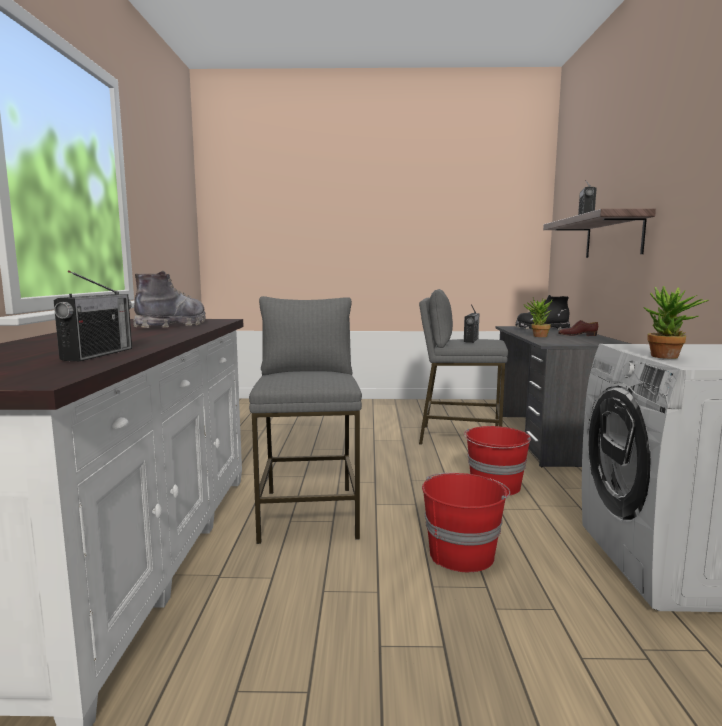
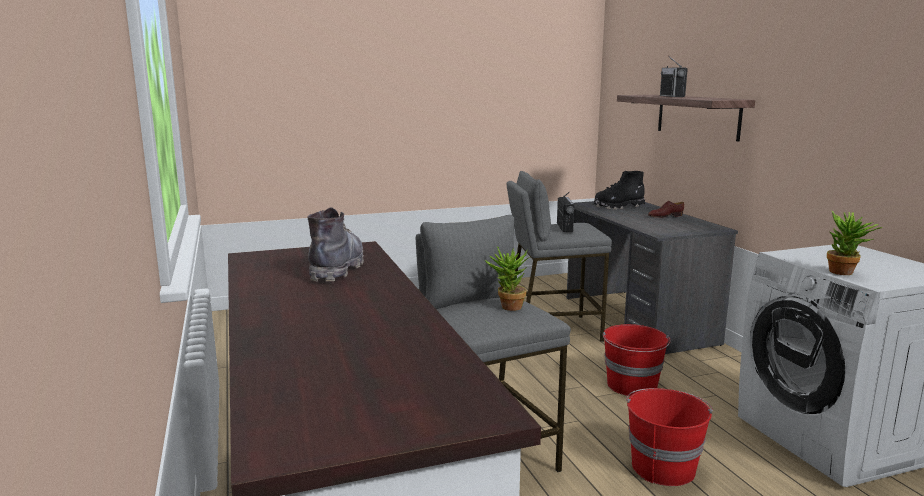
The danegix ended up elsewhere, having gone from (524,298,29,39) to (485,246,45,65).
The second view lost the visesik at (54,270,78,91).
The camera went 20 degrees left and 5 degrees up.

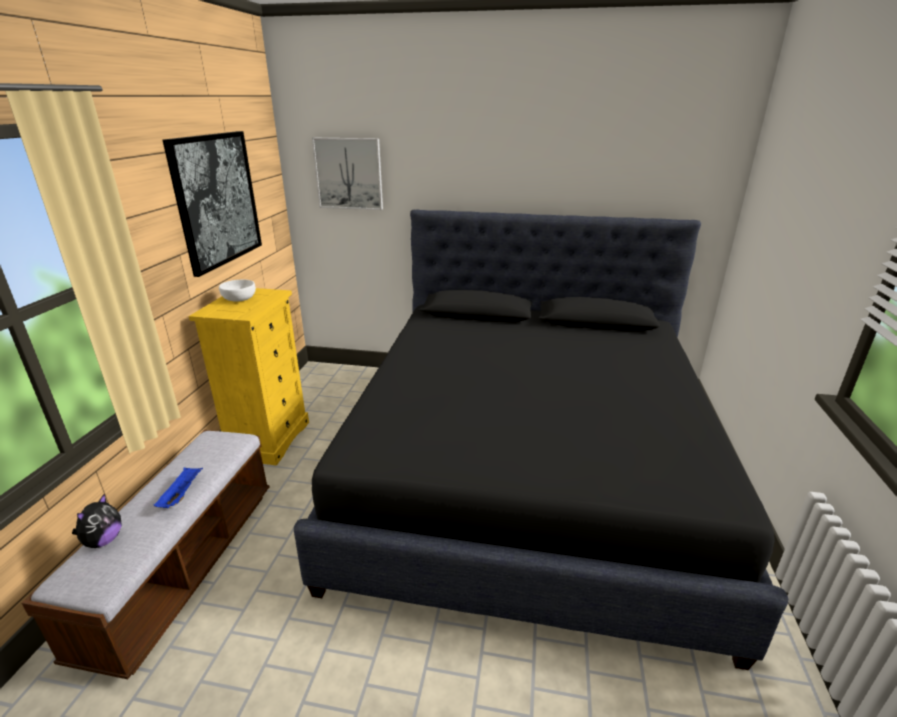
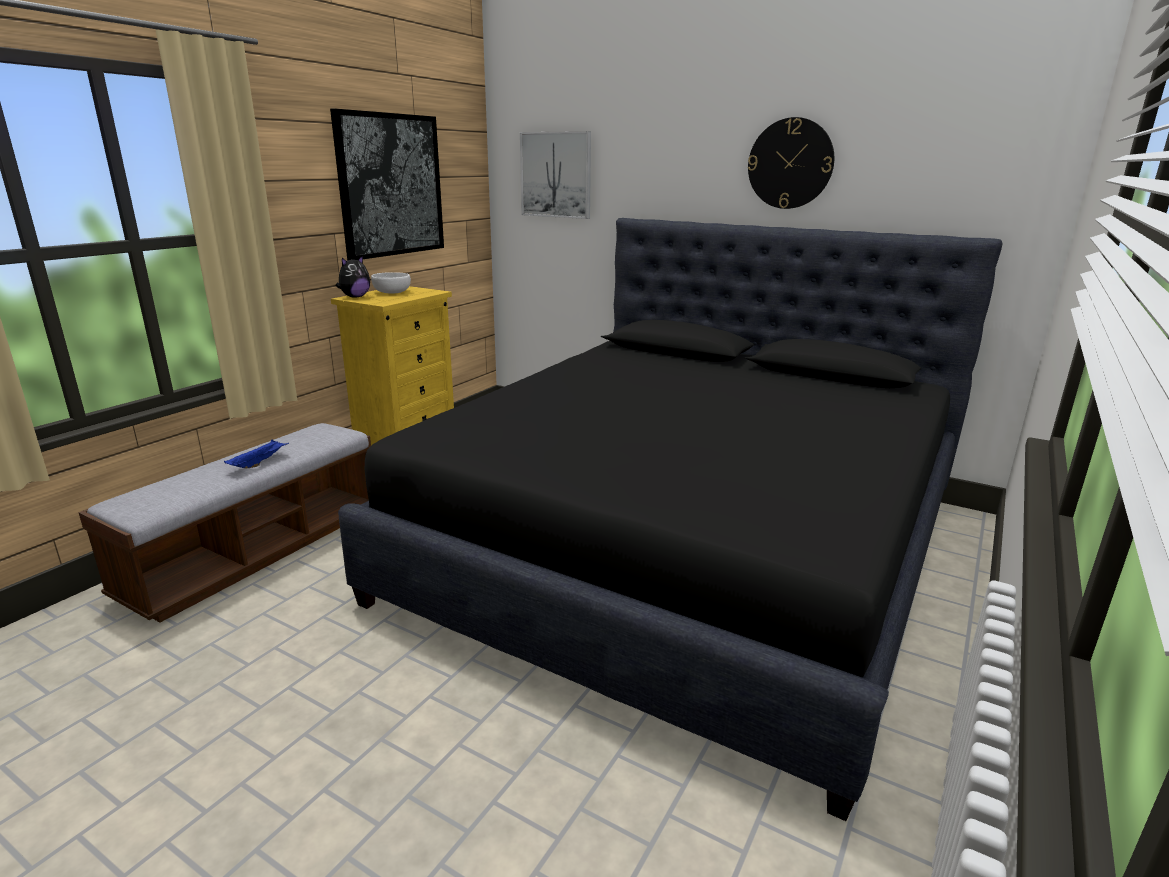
The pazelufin ended up elsewhere, having gone from (72,493,50,55) to (336,255,34,43).
The second view gained the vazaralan at (748,117,86,92).
The camera went 20 degrees right and 5 degrees down.

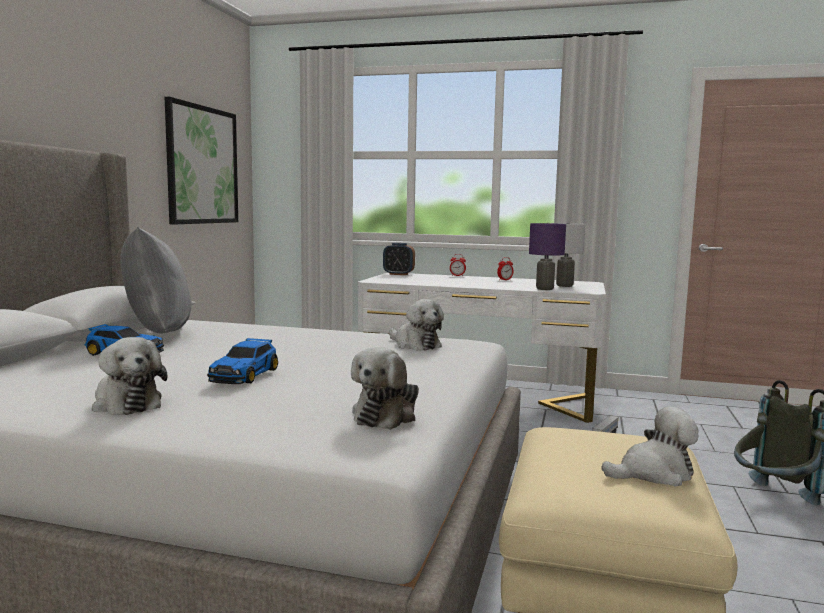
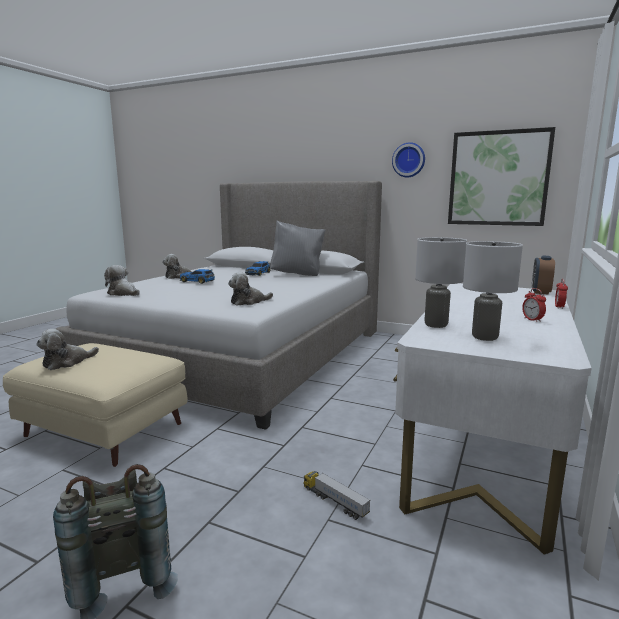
The pazelufin at (601,407,98,80) ended up facing another way, 45 degrees clockwise from before.
The second view gained the vazaralan at (392,142,33,35).
What was the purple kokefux at (529,222,37,68) turned into the white kokefux at (415,237,52,91).
The camera went 100 degrees right and 5 degrees up.

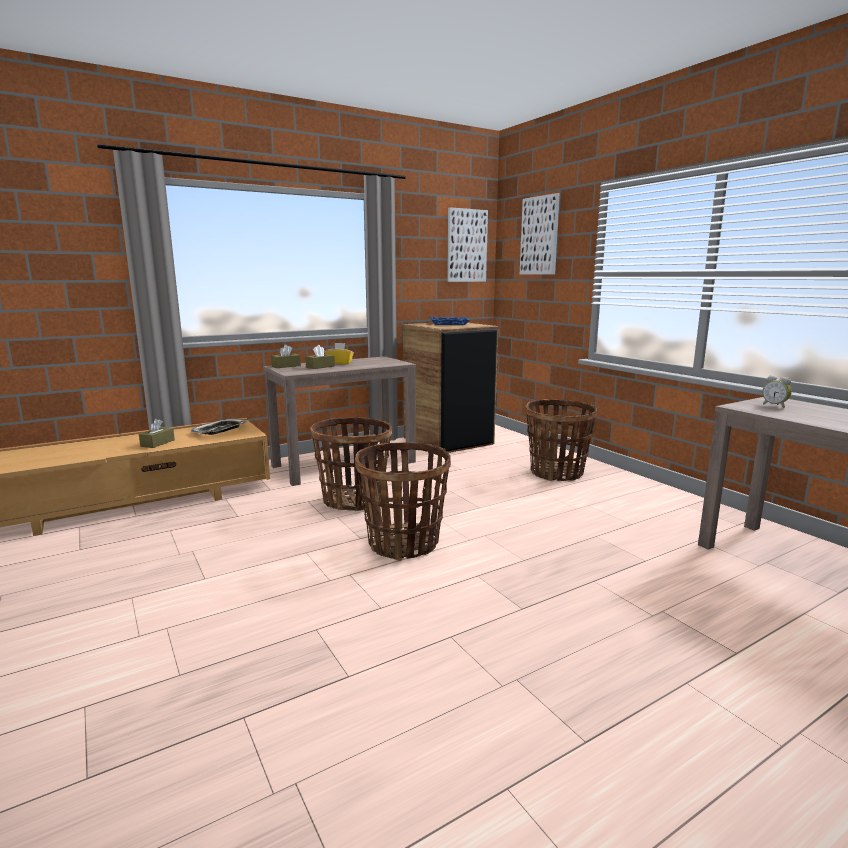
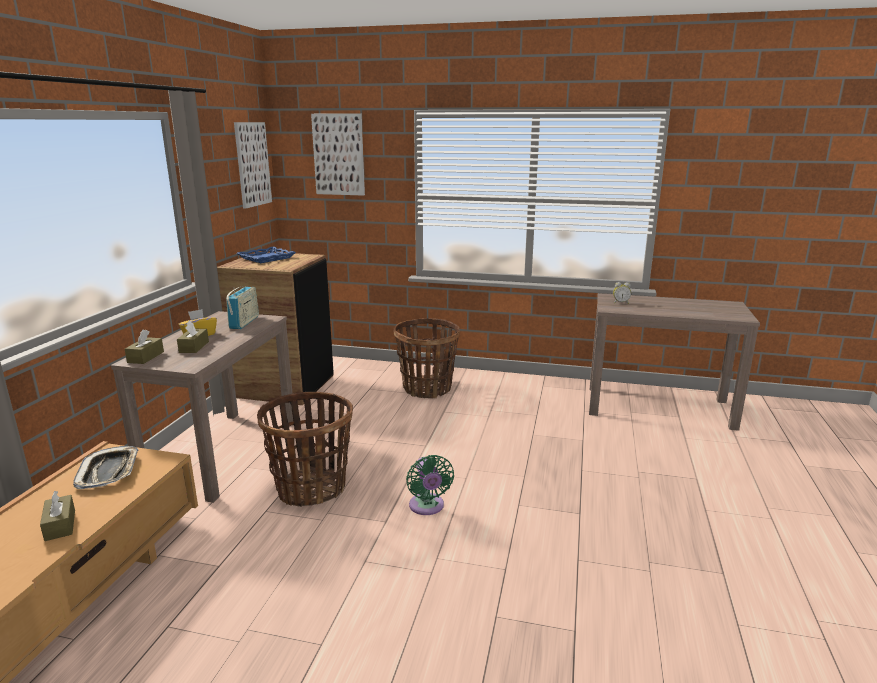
The second view gained the visesik at (226,286,33,43).
Where the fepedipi stood at (355,442,96,119), the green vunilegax came to stand at (406,455,48,60).
The camera went 45 degrees left and 5 degrees up.

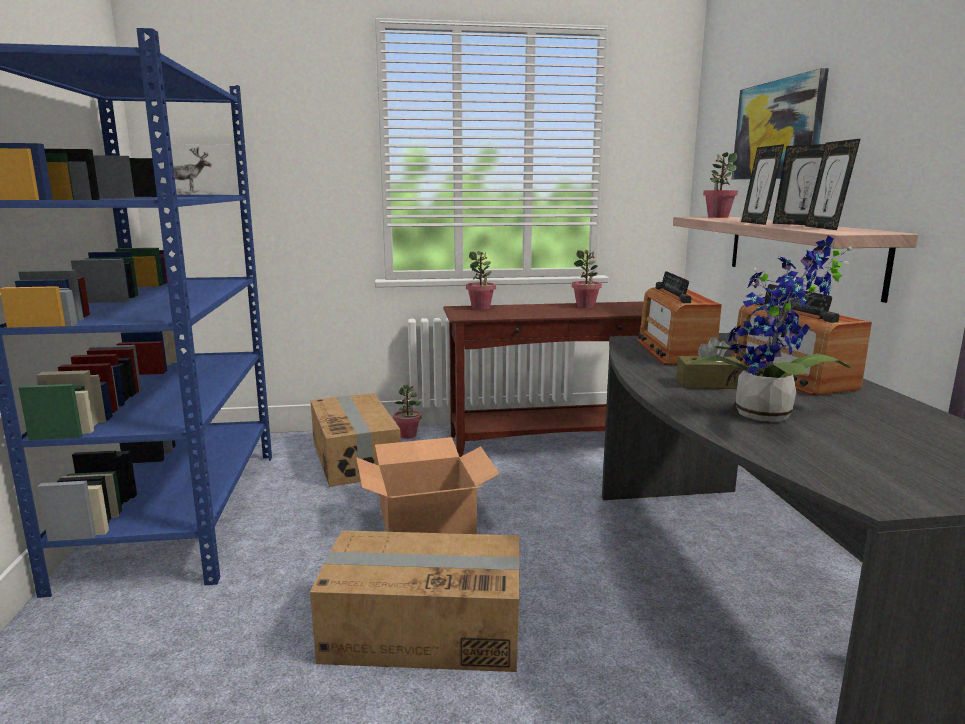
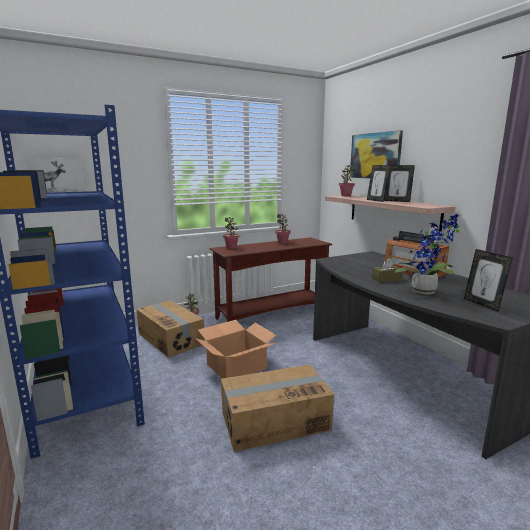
The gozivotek ended up elsewhere, having gone from (805,138,56,92) to (464,249,49,63).
The second view lost the visesik at (637,271,85,94).
The camera went 20 degrees left and 0 degrees up.

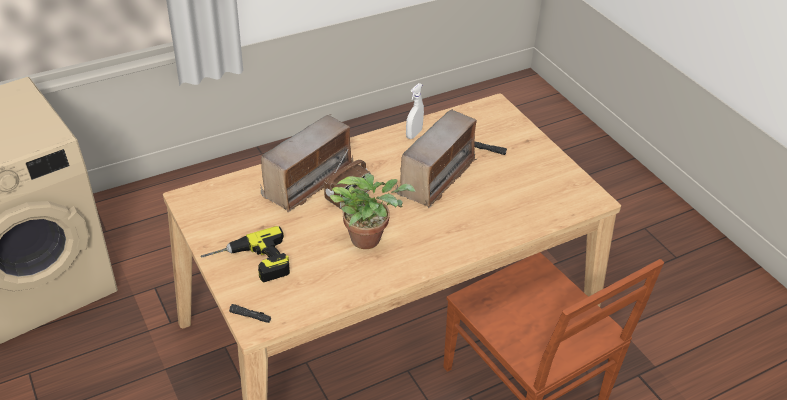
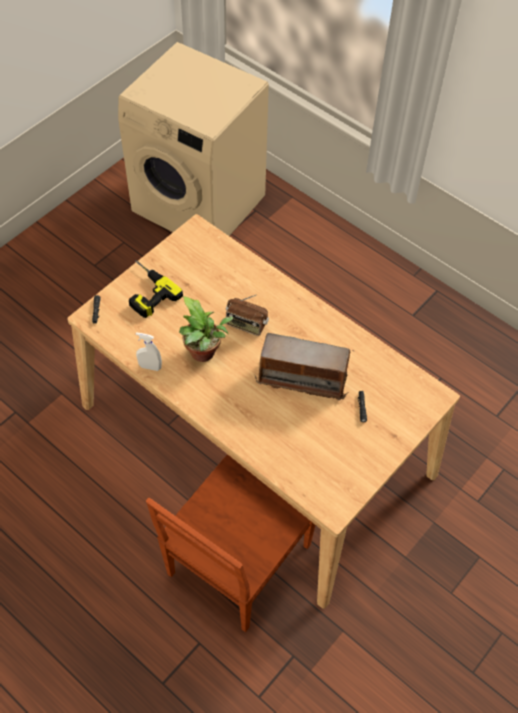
The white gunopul ended up elsewhere, having gone from (406,83,18,56) to (136,332,26,39).
The second view lost the visesik at (260,114,93,99).
The camera went 70 degrees right and 15 degrees up.

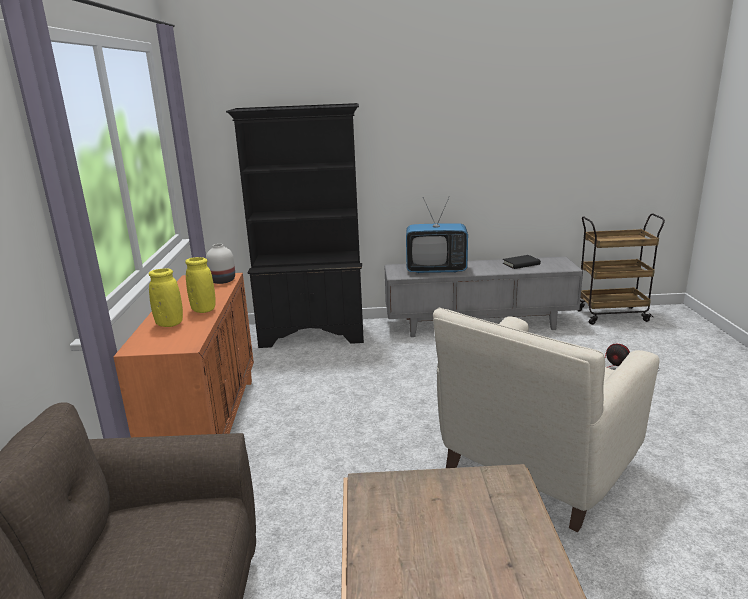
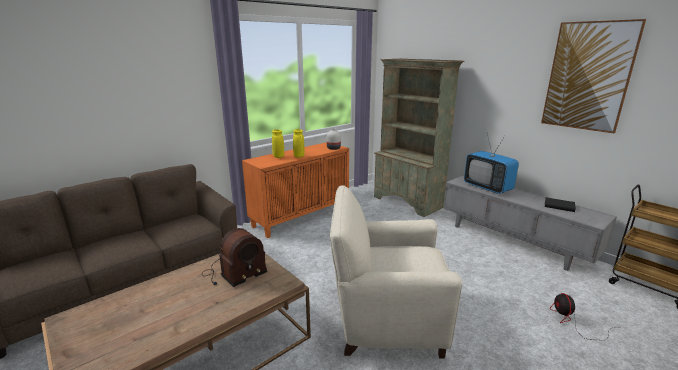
The second view gained the visesik at (202,228,65,59).
What was the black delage at (226,103,138,245) turned into the green delage at (374,59,91,158).
The second view gained the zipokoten at (541,19,105,114).
The camera went 50 degrees right and 0 degrees up.

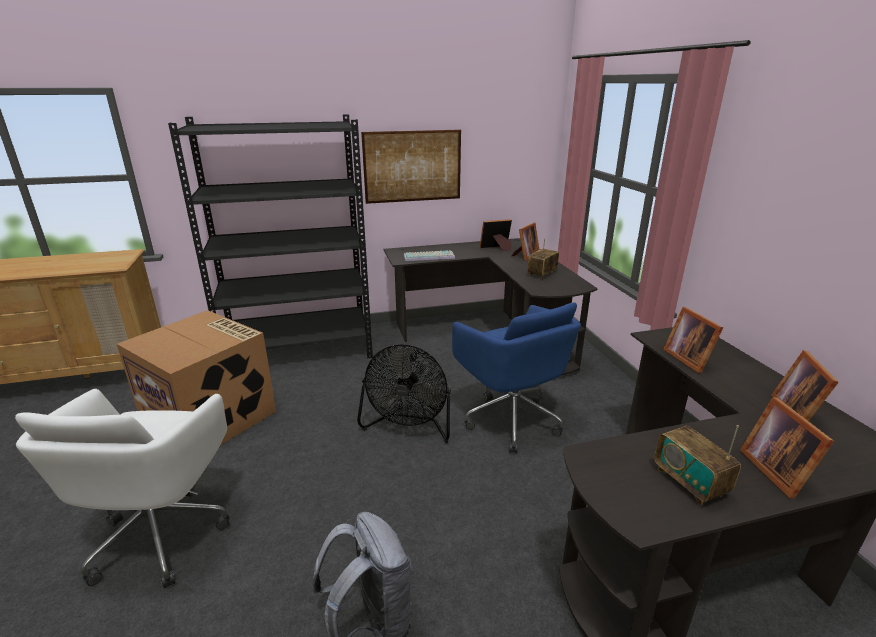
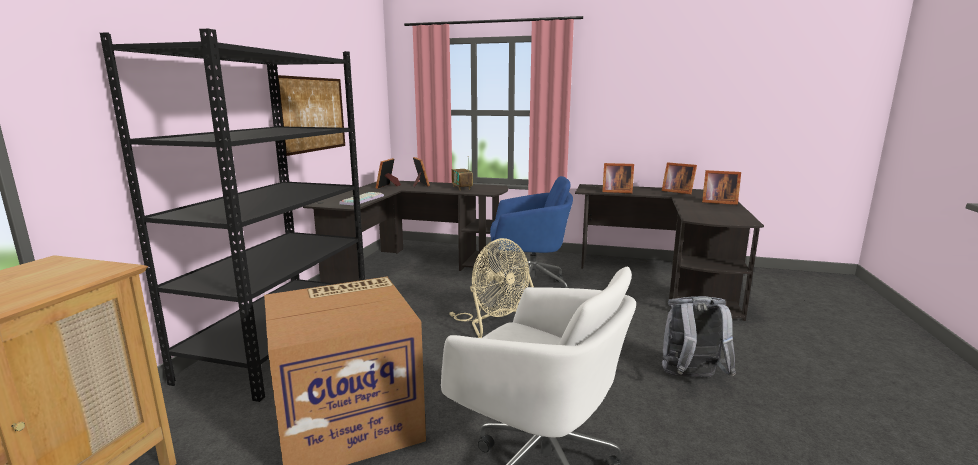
What was the black vunilegax at (357,344,94,99) turned into the beige vunilegax at (449,238,85,100).
The second view lost the visesik at (654,425,87,81).
The camera went 60 degrees left and 10 degrees down.

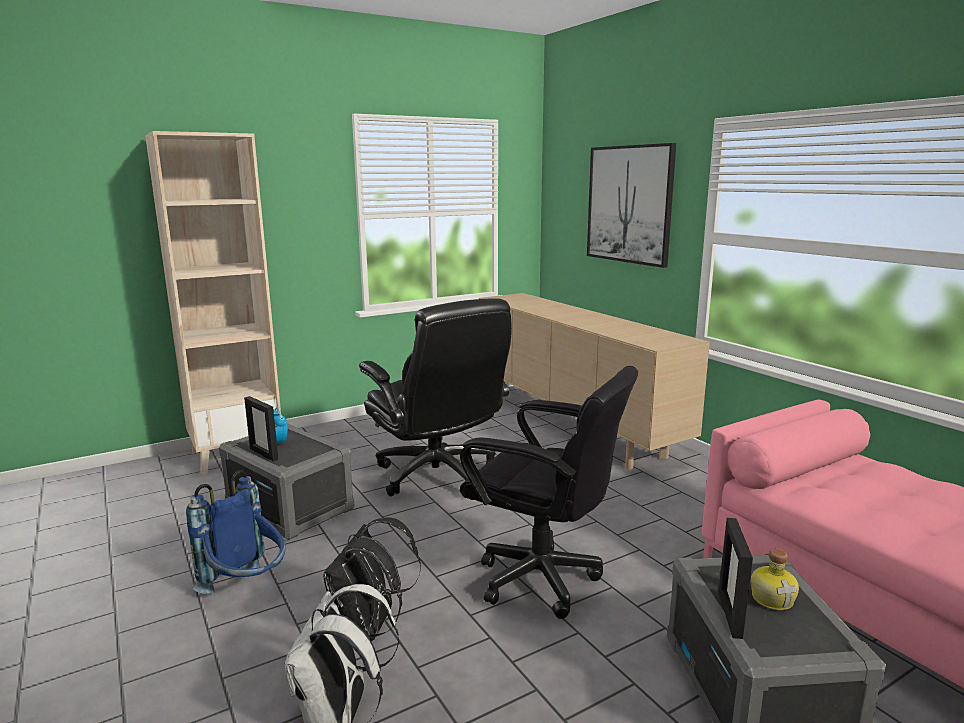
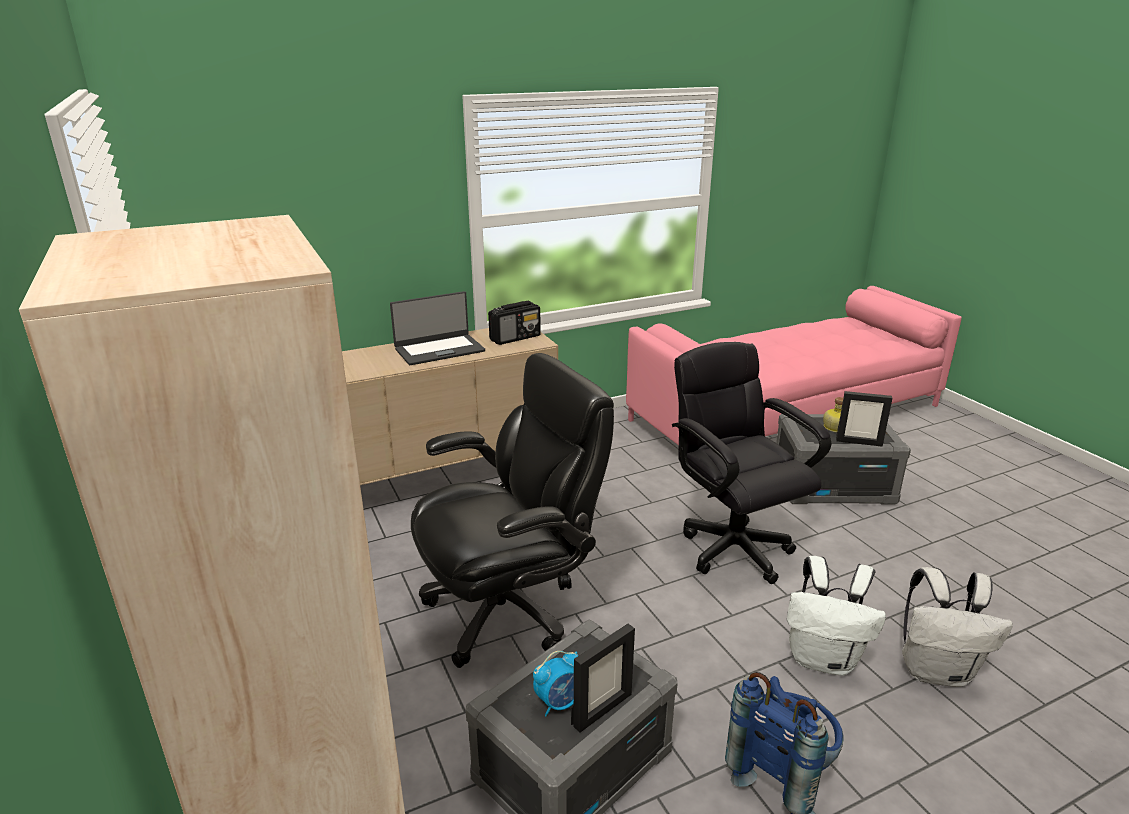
The second view gained the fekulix at (390,291,95,74).
The second view gained the visesik at (488,301,53,44).
The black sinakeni at (460,366,178,253) ended up facing another way, 60 degrees counterclockwise from before.
What was the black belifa at (323,517,98,124) turned into the white belifa at (787,556,99,120).
The second view lost the zipokoten at (587,143,89,125).
The camera went 85 degrees left and 10 degrees up.

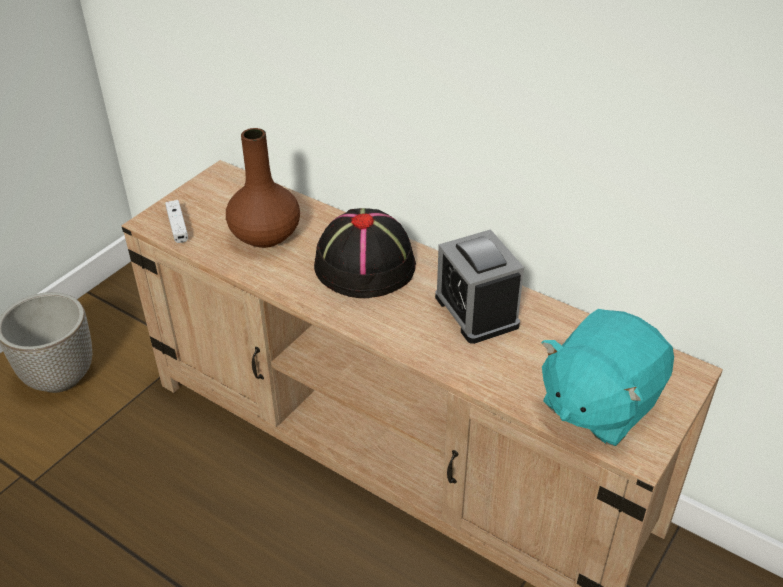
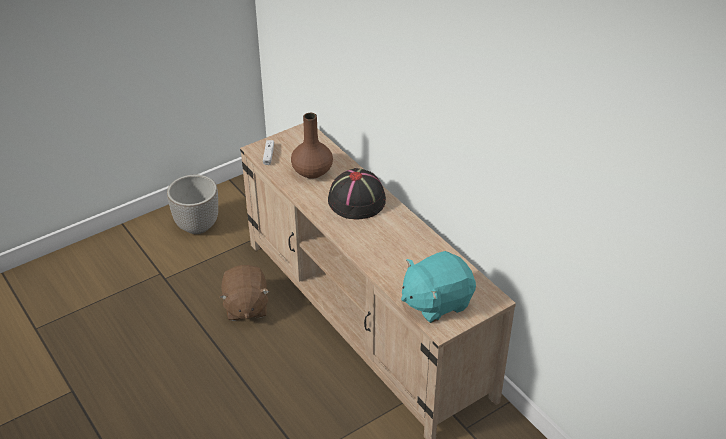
The second view gained the brown pazelufin at (220,265,50,56).
The second view lost the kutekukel at (435,229,89,115).
The camera went 20 degrees right and 0 degrees up.

